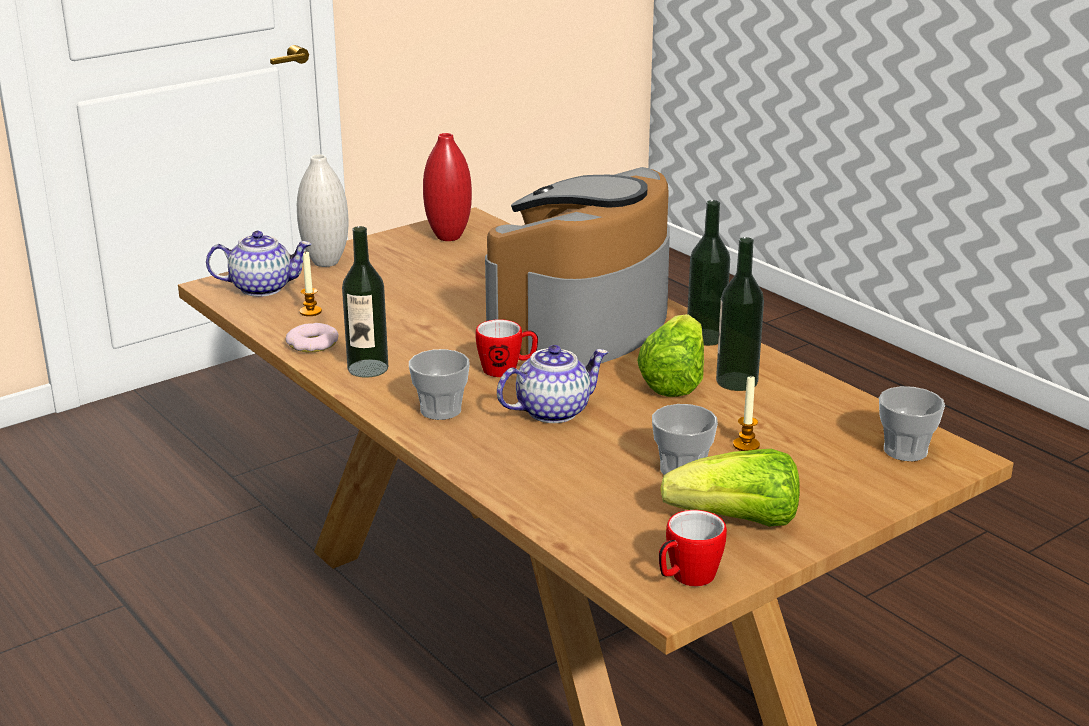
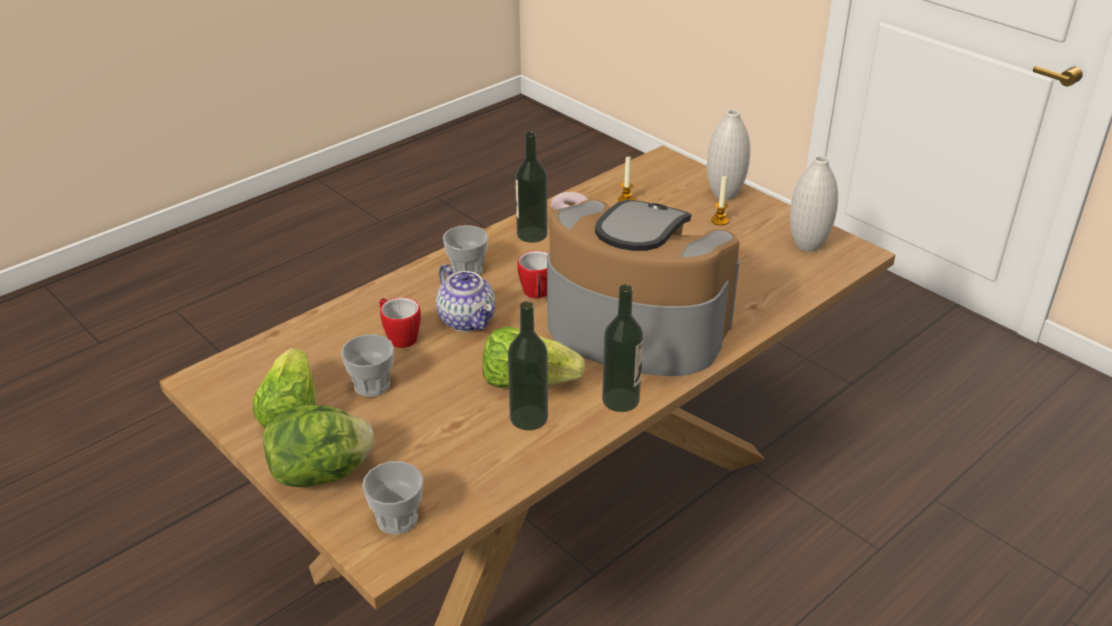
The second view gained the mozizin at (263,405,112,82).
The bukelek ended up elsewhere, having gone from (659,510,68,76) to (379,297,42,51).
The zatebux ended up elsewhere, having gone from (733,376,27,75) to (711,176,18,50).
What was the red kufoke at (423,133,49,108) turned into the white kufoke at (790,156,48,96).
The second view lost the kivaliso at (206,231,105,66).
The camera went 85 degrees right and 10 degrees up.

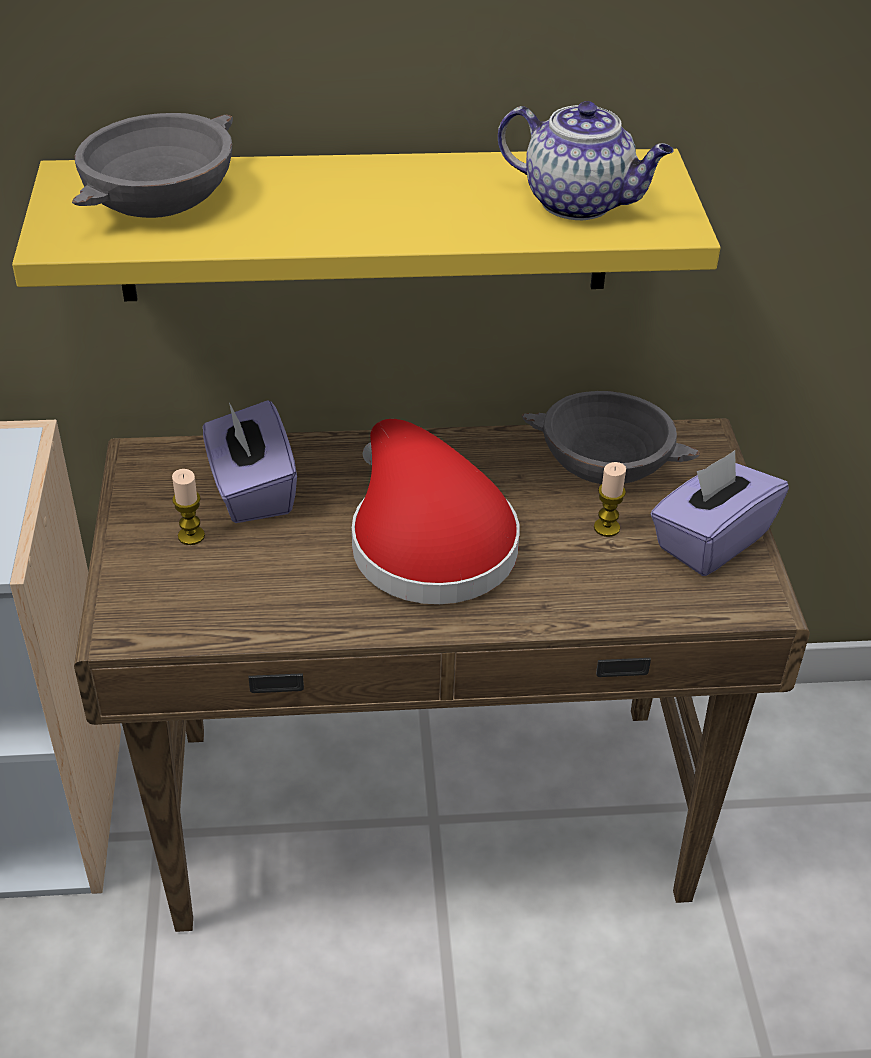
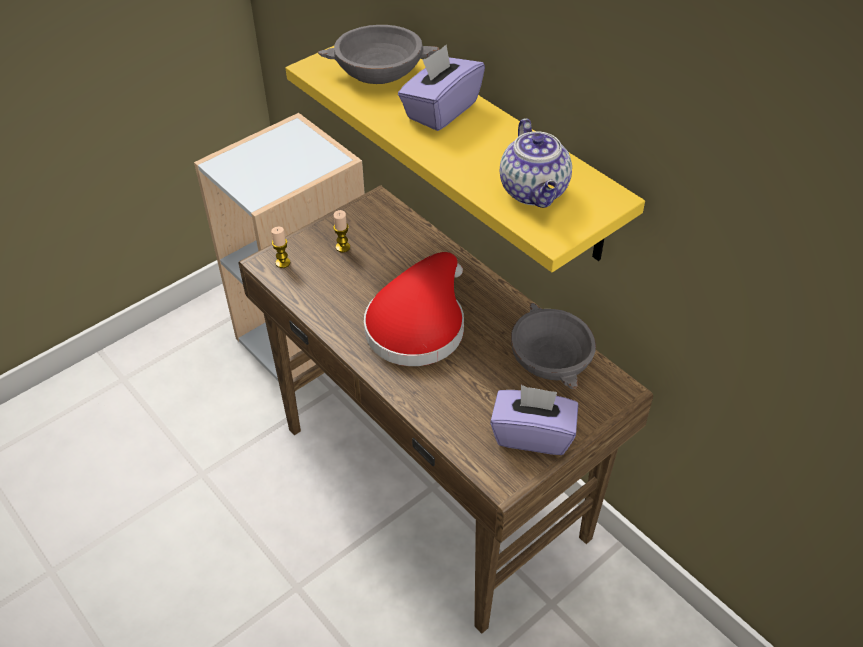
The zatebux ended up elsewhere, having gone from (594,462,32,75) to (271,227,19,41).
The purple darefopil ended up elsewhere, having gone from (203,400,94,123) to (398,45,87,86).
The camera went 55 degrees right and 5 degrees up.

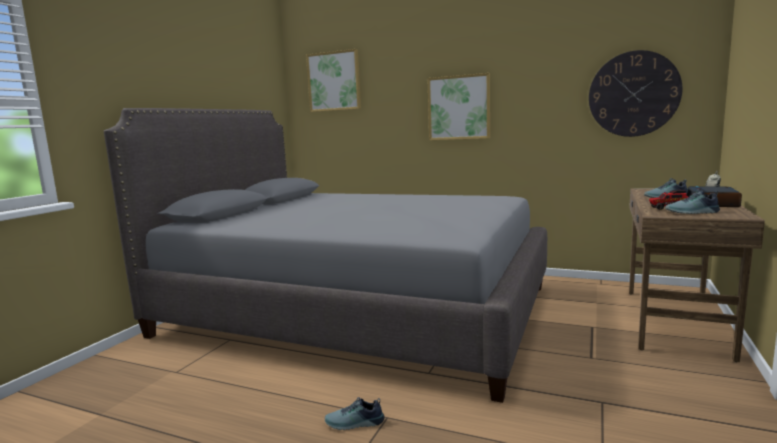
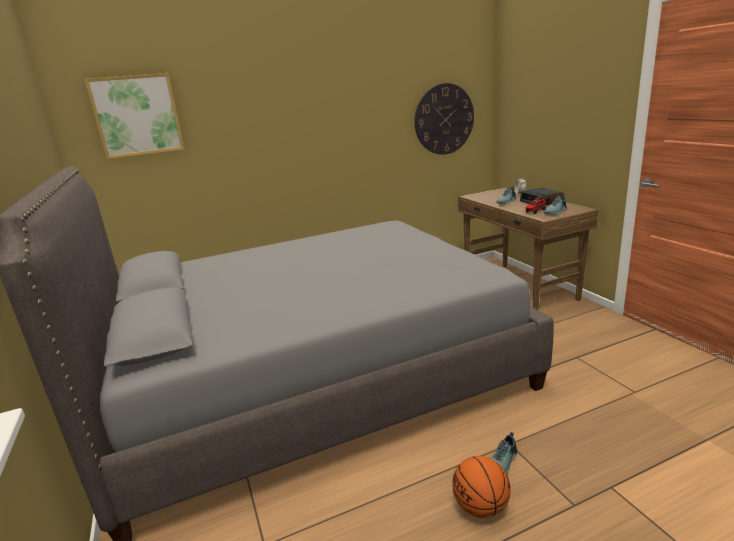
The second view gained the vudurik at (452,456,58,62).
The second view lost the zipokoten at (427,73,63,67).
The camera went 45 degrees left and 10 degrees up.

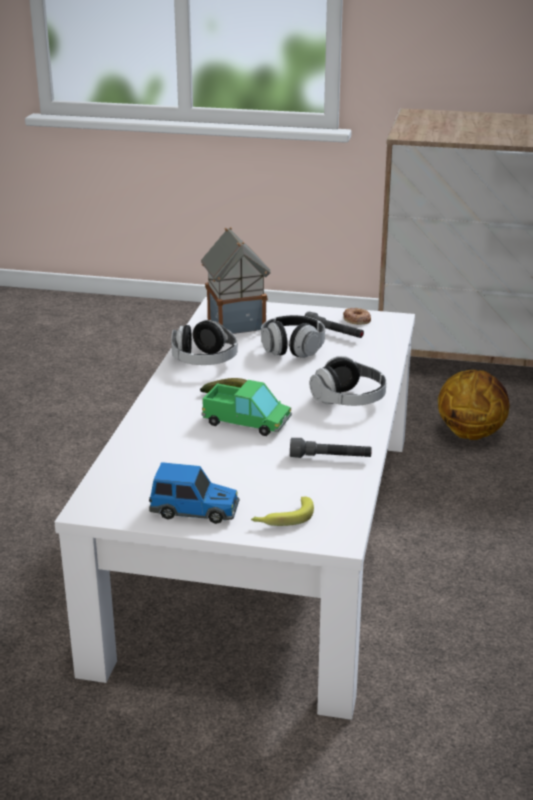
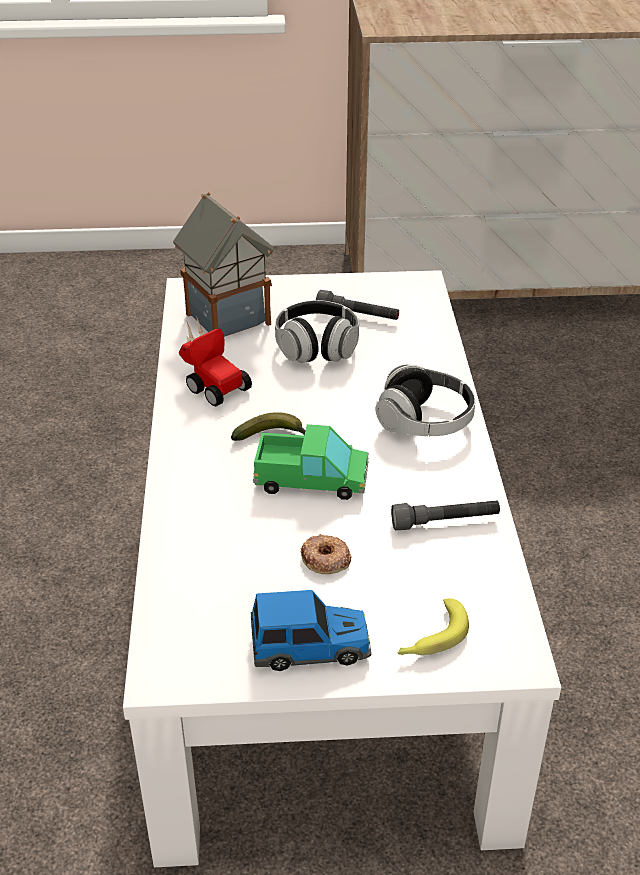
Where the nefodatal stood at (171,320,66,45), the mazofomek came to stand at (179,316,73,91).
The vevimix ended up elsewhere, having gone from (343,307,28,17) to (301,534,51,40).
The second view lost the vudurik at (438,370,72,70).
The camera went 15 degrees left and 10 degrees up.

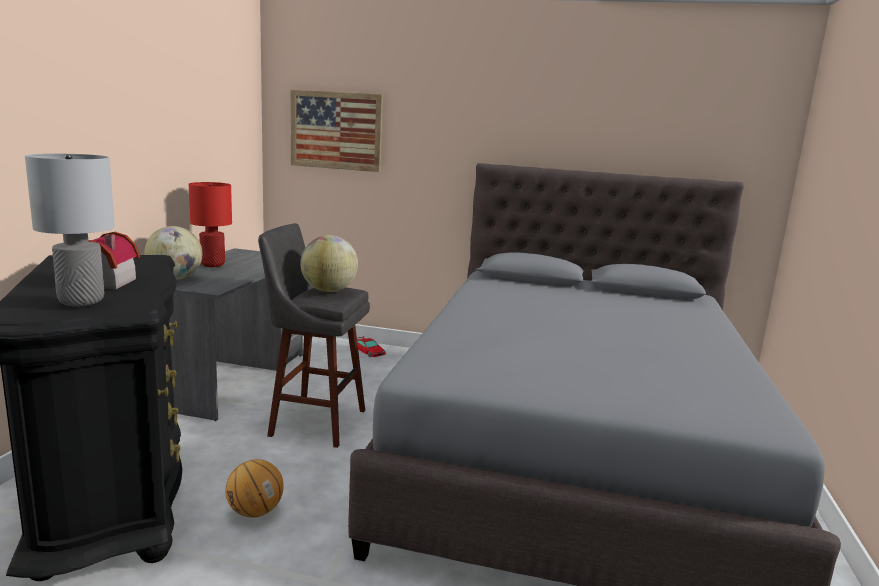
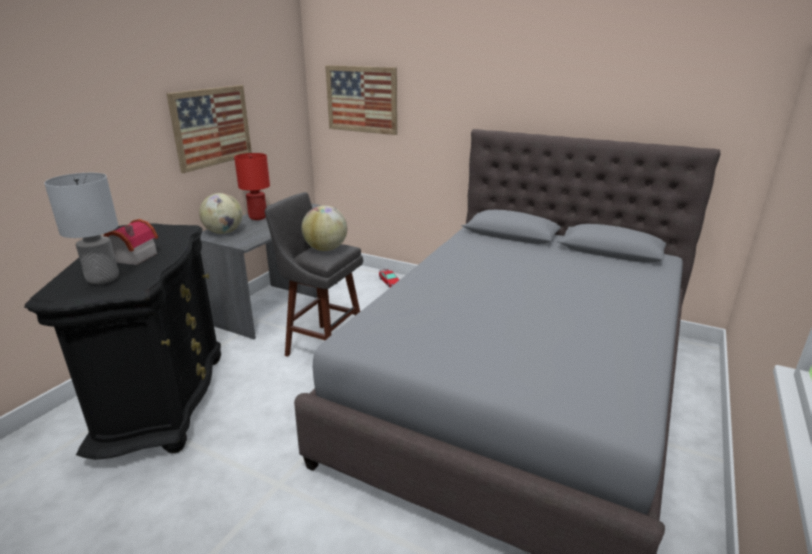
The second view gained the zipokoten at (166,85,86,88).
The second view lost the vudurik at (225,459,59,59).
The camera went 15 degrees right and 10 degrees up.

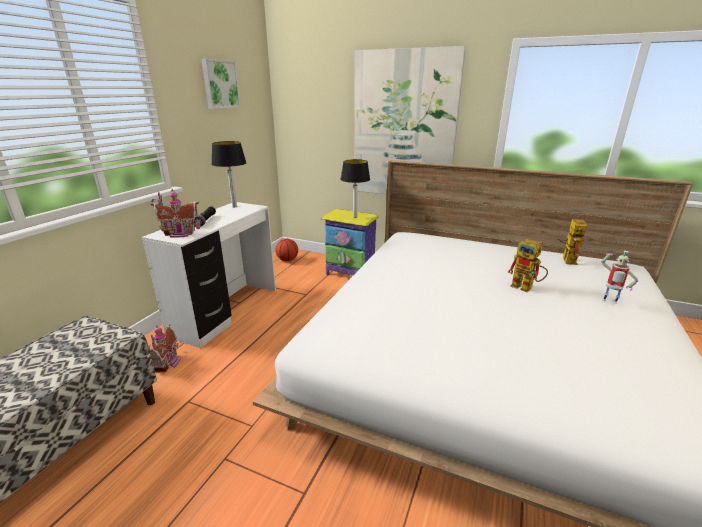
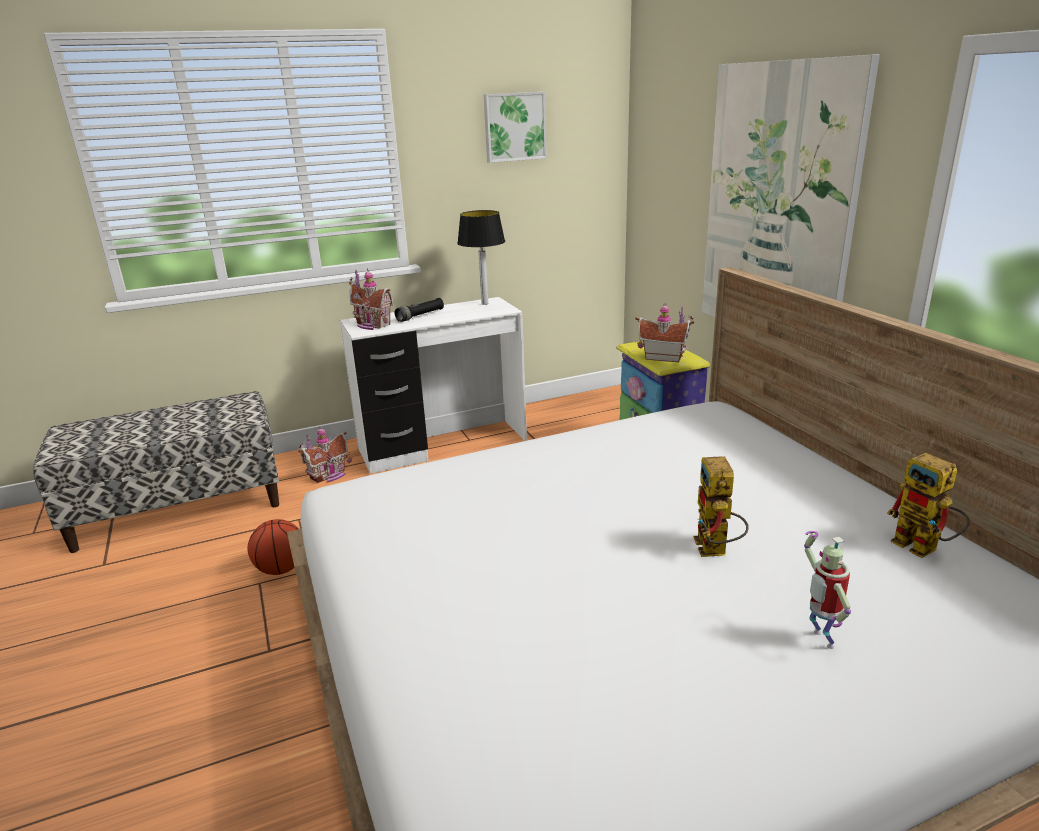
The vudurik ended up elsewhere, having gone from (275,239,23,22) to (248,519,50,56).
Where the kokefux stood at (340,159,30,59), the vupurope came to stand at (635,302,59,60).
The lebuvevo at (558,216,29,49) ended up facing another way, 90 degrees clockwise from before.
The camera went 45 degrees right and 0 degrees up.

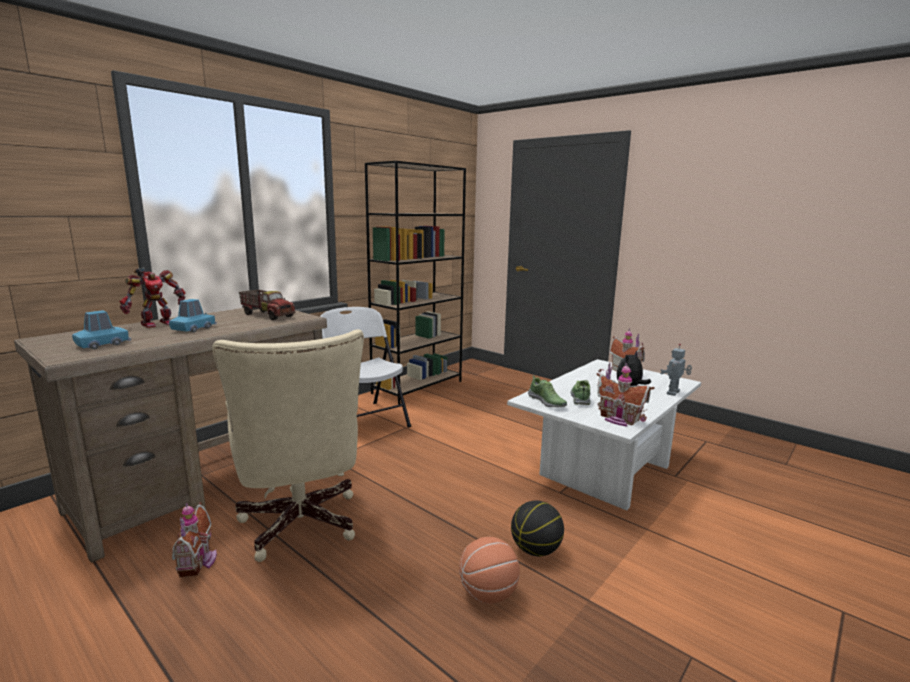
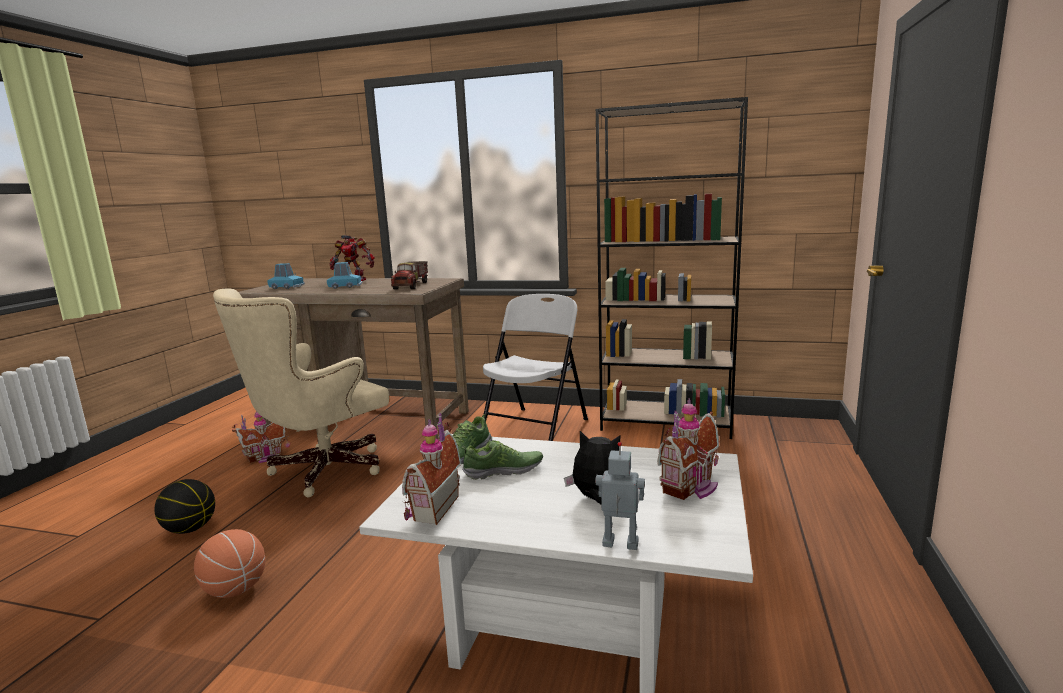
The vudurik ended up elsewhere, having gone from (511,500,53,56) to (154,479,61,55).
The camera went 65 degrees right and 0 degrees up.

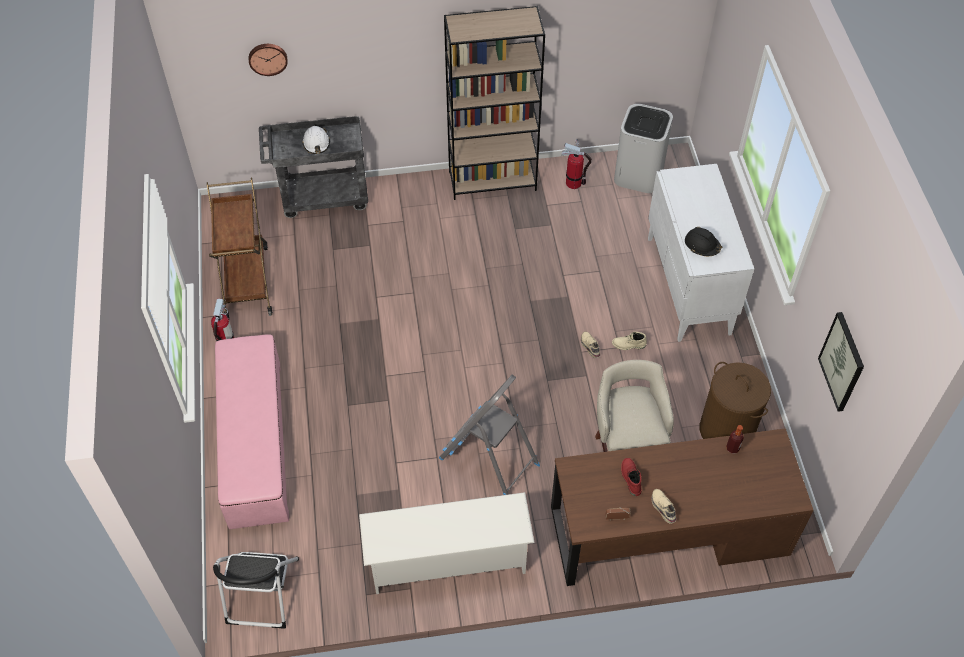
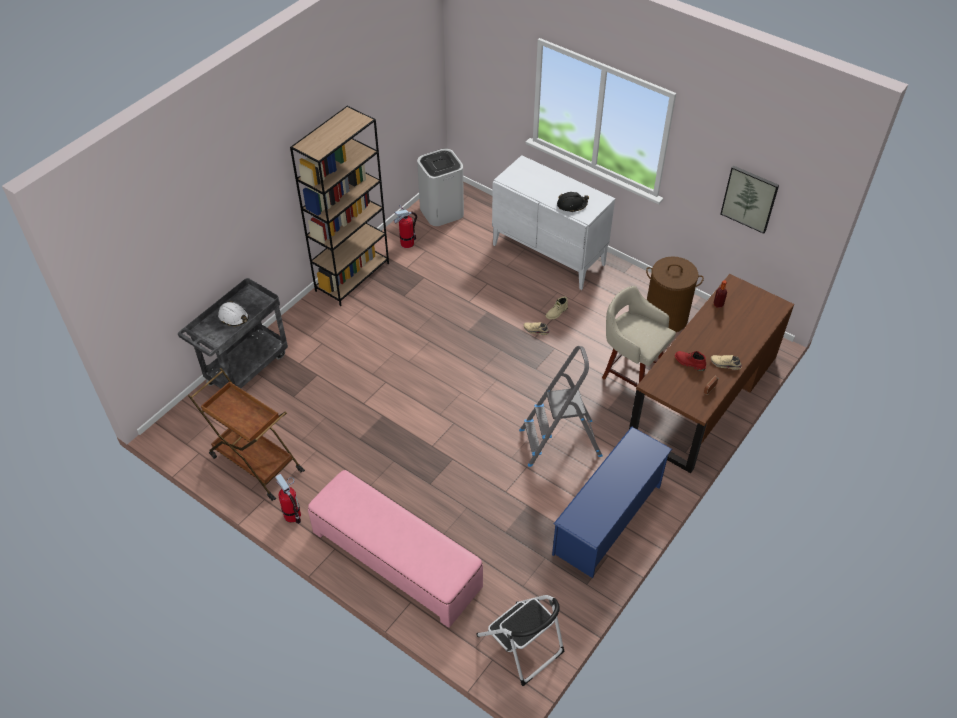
What was the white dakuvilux at (359,492,176,102) turned into the blue dakuvilux at (552,427,120,151).
The second view lost the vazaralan at (249,44,39,32).
The camera went 45 degrees left and 5 degrees down.

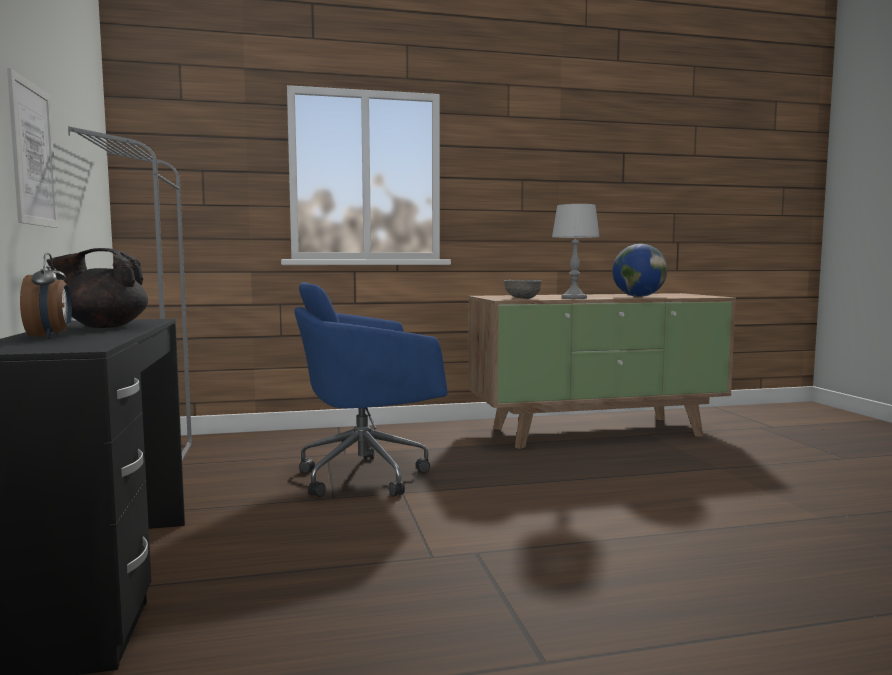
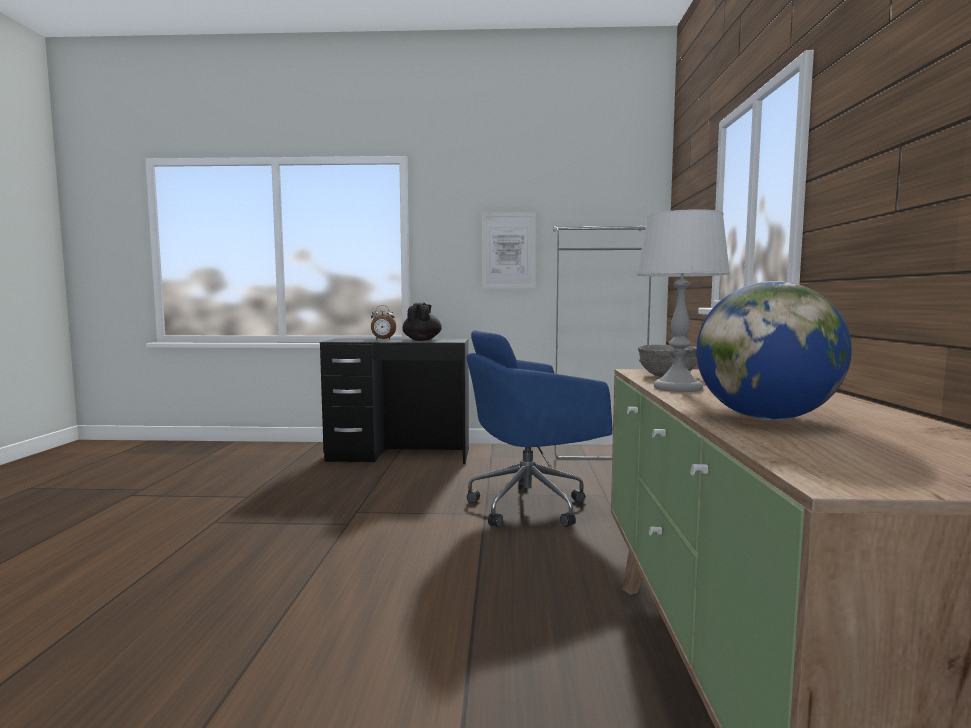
The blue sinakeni at (294,282,154,215) ended up facing another way, 105 degrees counterclockwise from before.
The camera went 105 degrees right and 0 degrees up.

